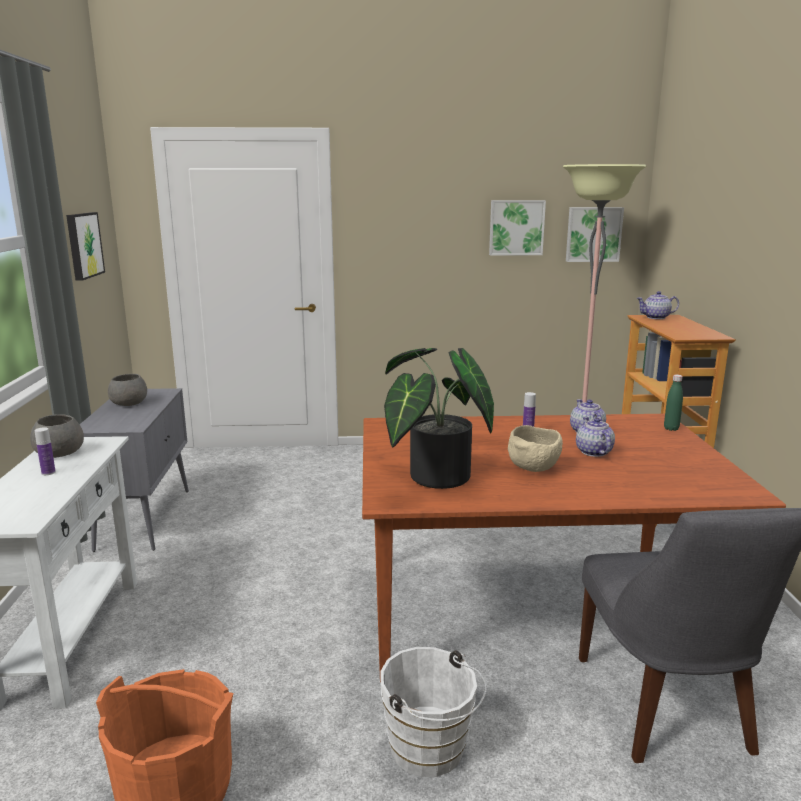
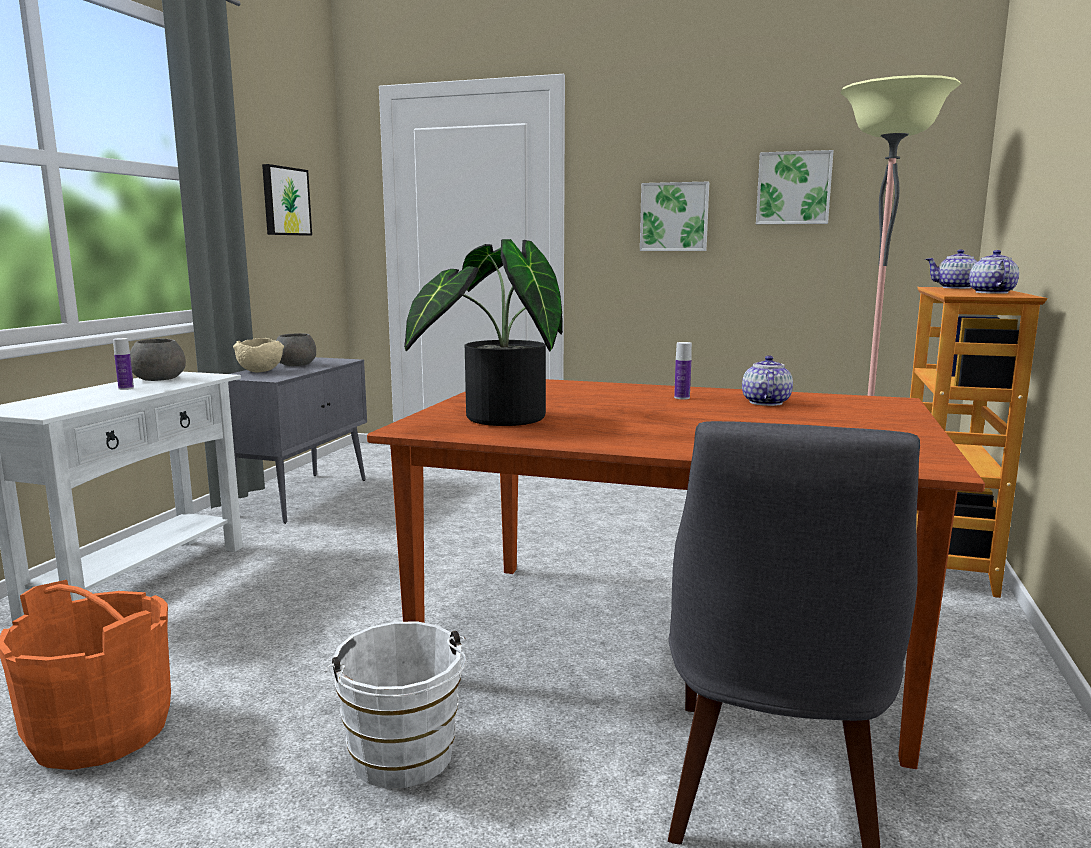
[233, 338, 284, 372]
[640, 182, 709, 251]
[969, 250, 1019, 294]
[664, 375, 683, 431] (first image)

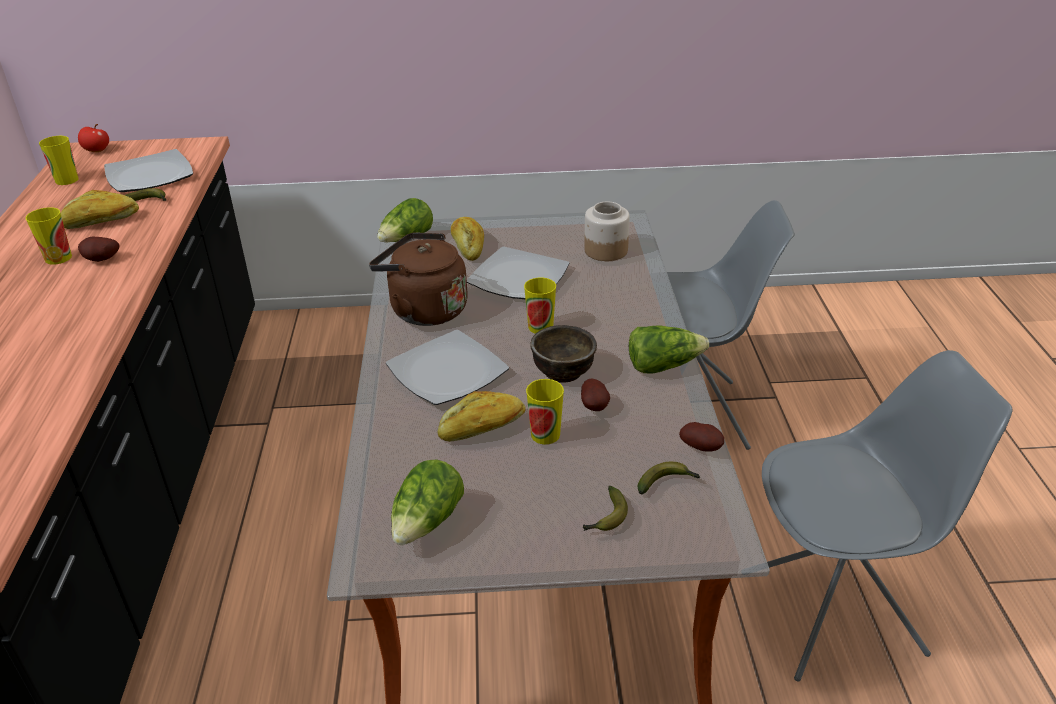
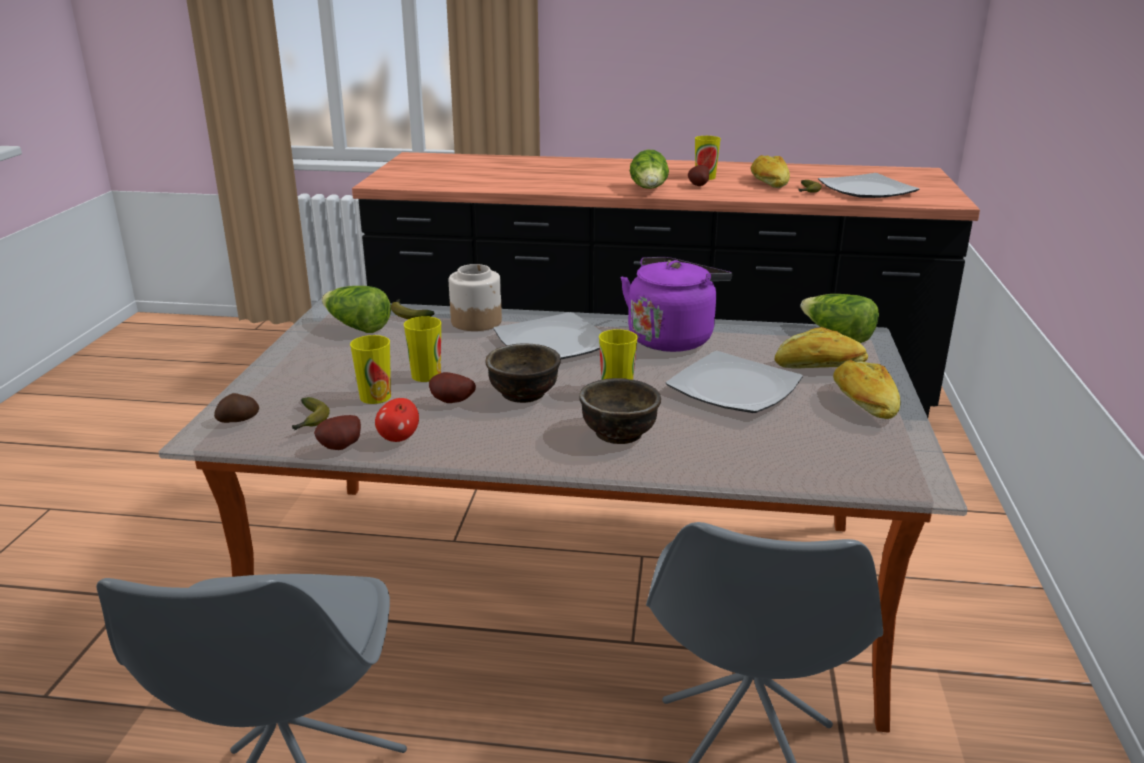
[214, 393, 259, 423]
[350, 335, 391, 404]
[375, 398, 419, 442]
[391, 299, 434, 319]
[449, 264, 502, 331]
[579, 378, 661, 444]
[621, 257, 732, 352]
[630, 150, 669, 189]
[833, 360, 901, 419]

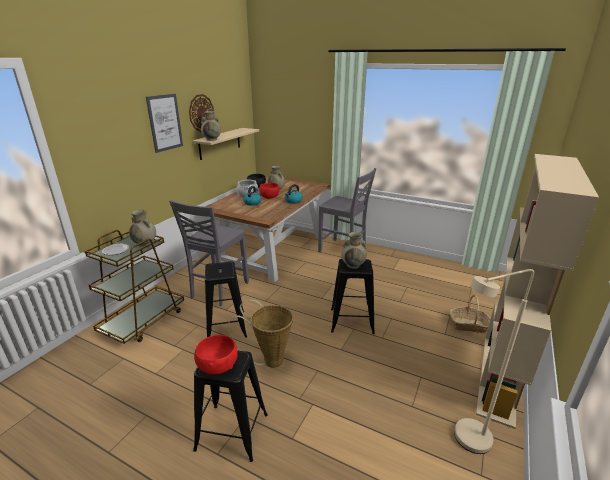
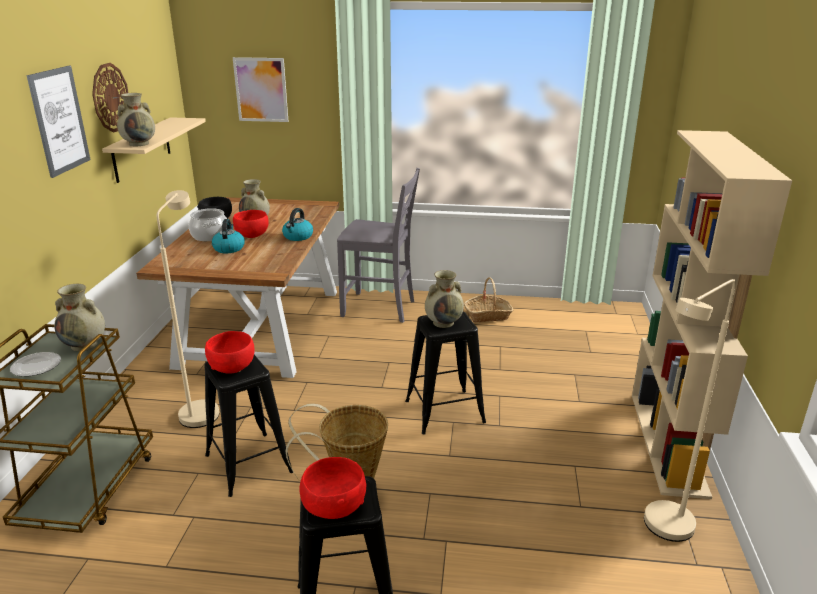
[157, 190, 219, 428]
[205, 331, 254, 374]
[233, 57, 289, 122]
[464, 277, 513, 322]

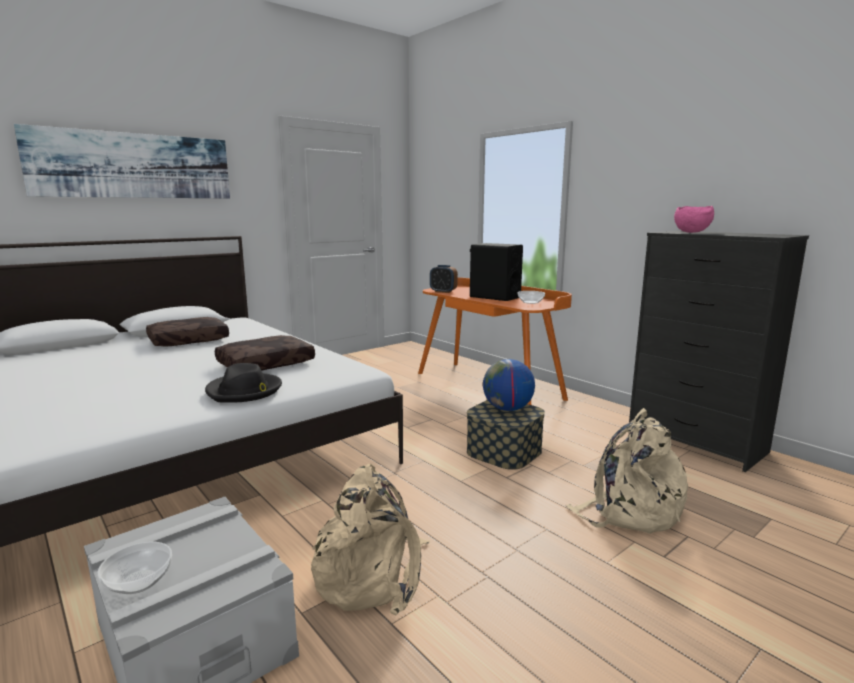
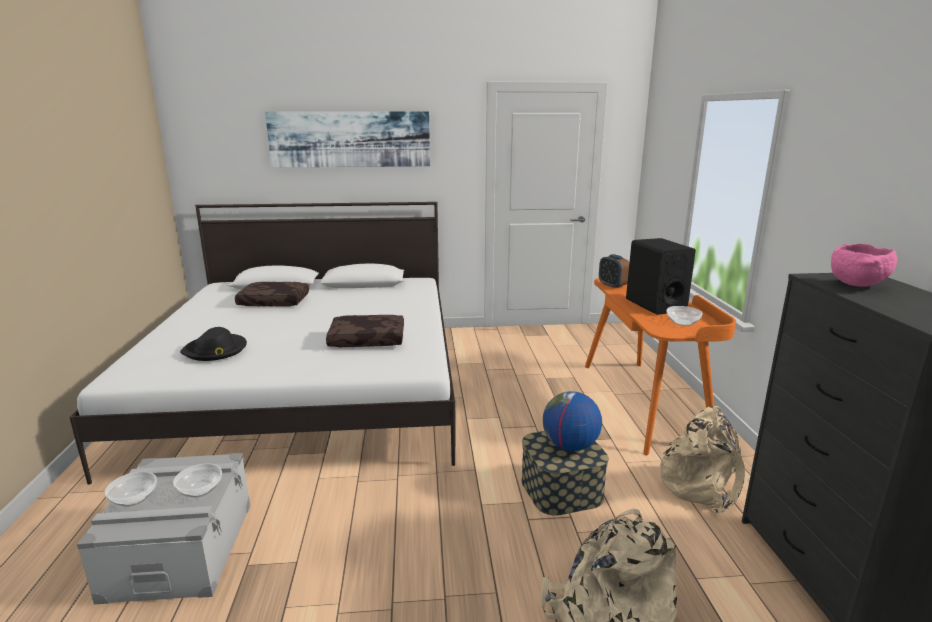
[173, 463, 222, 498]
[180, 327, 247, 361]
[235, 282, 309, 307]
[660, 406, 751, 514]

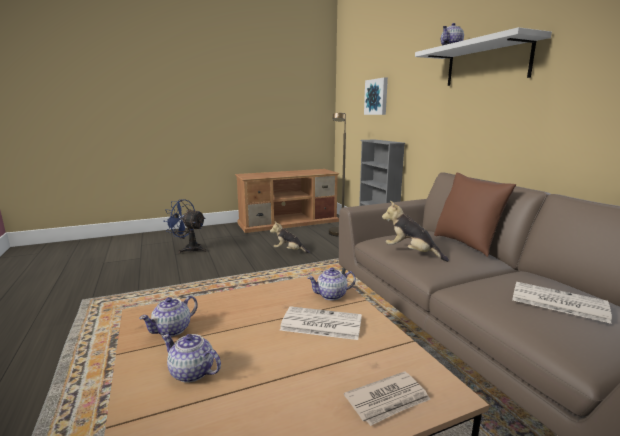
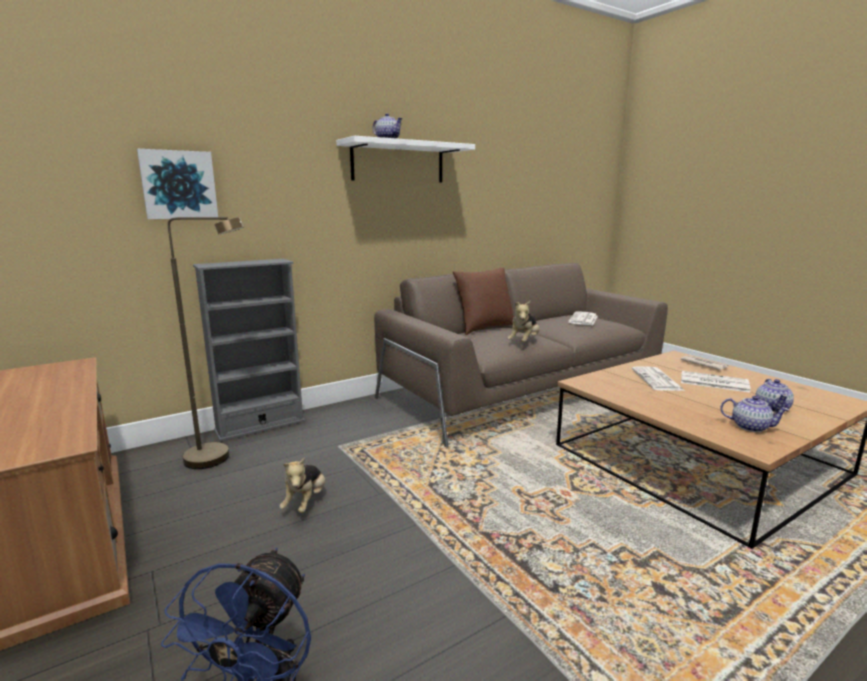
[681, 371, 750, 393]
[307, 267, 356, 300] (first image)

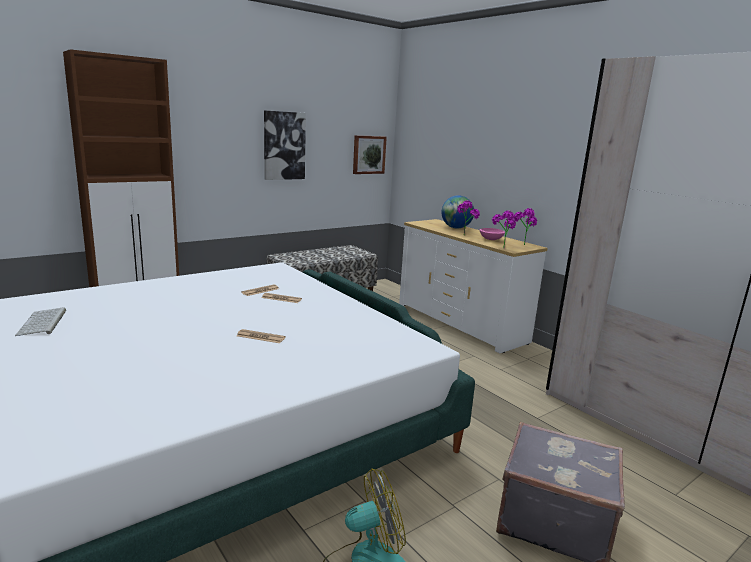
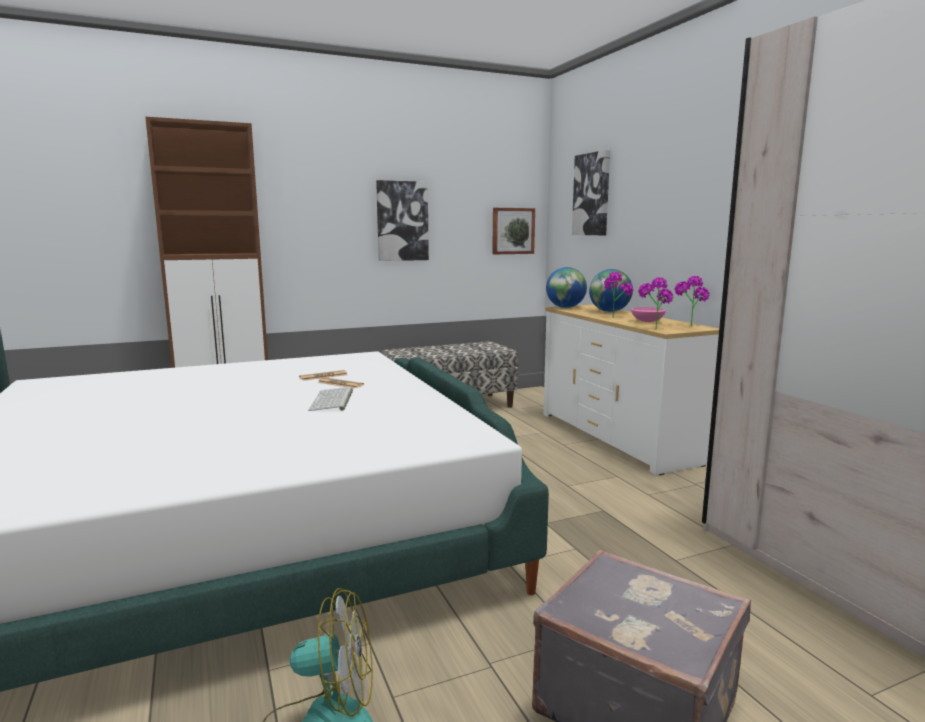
[308, 387, 353, 411]
[546, 267, 587, 308]
[572, 150, 610, 235]
[237, 329, 285, 343] (first image)

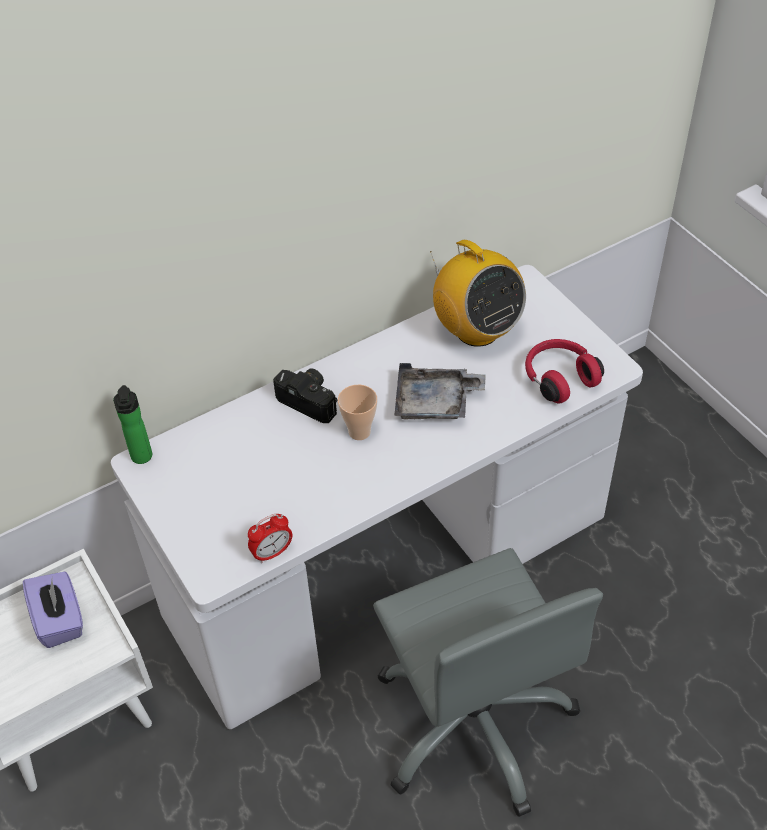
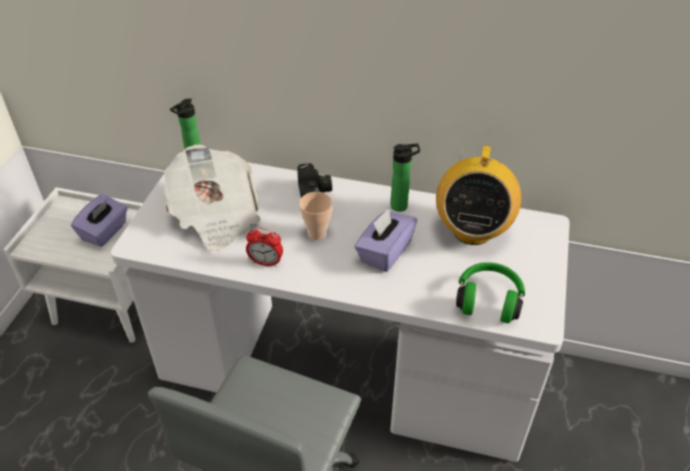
[164, 144, 261, 251]
[246, 227, 283, 267]
[355, 208, 417, 272]
[390, 144, 420, 212]
[456, 262, 525, 323]

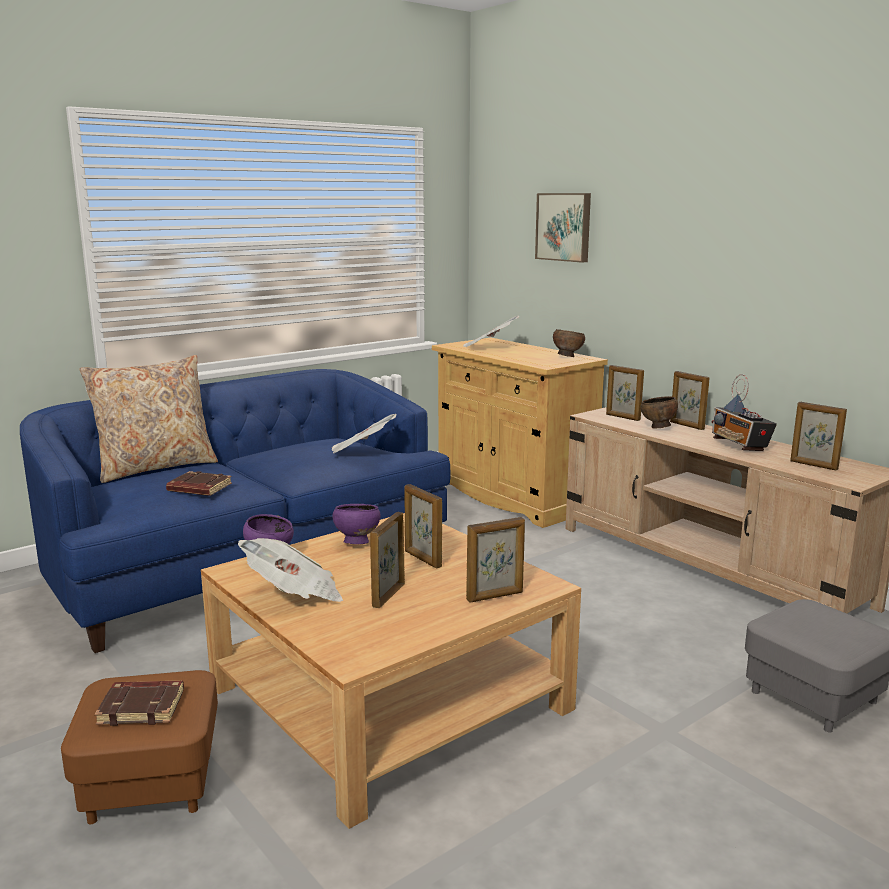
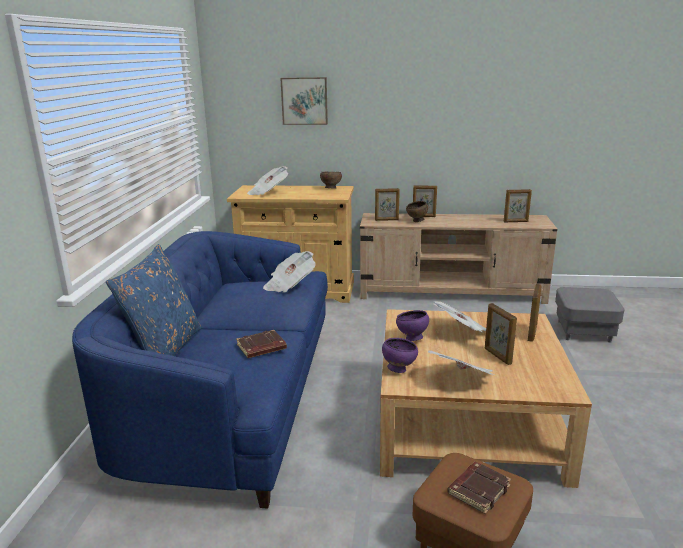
[106, 244, 202, 356]
[432, 301, 486, 333]
[711, 374, 777, 451] (first image)

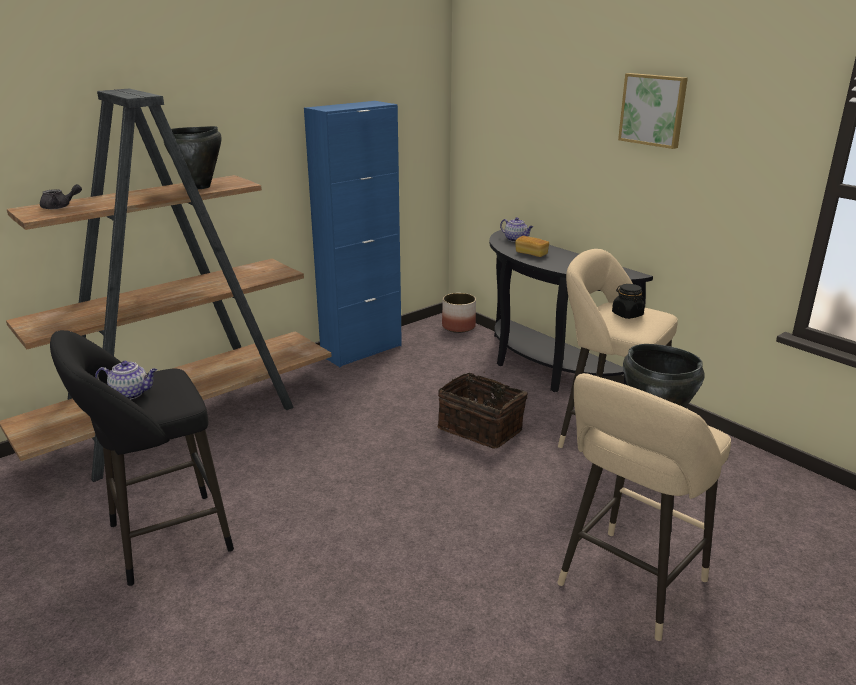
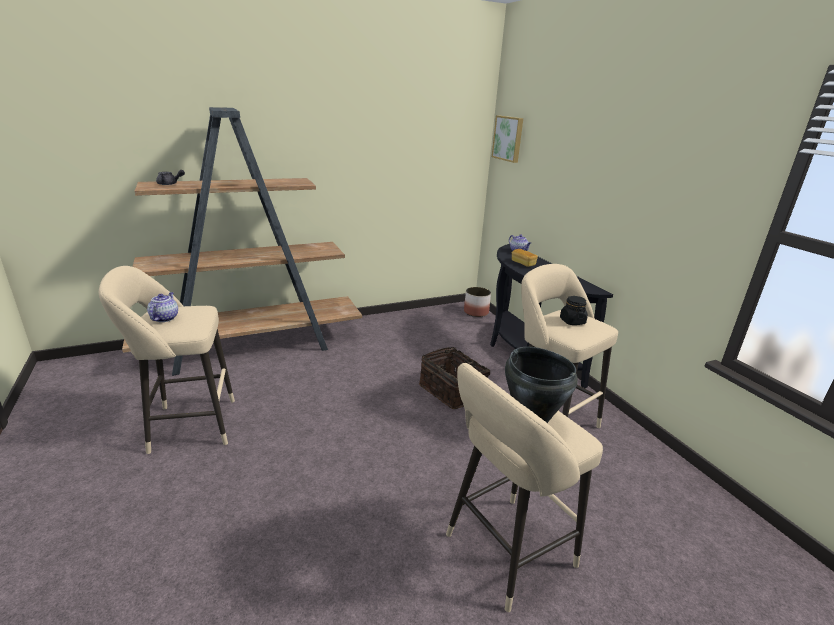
[99, 266, 235, 454]
[147, 292, 178, 322]
[492, 116, 523, 163]
[164, 126, 222, 189] (first image)
[304, 101, 402, 367] (first image)

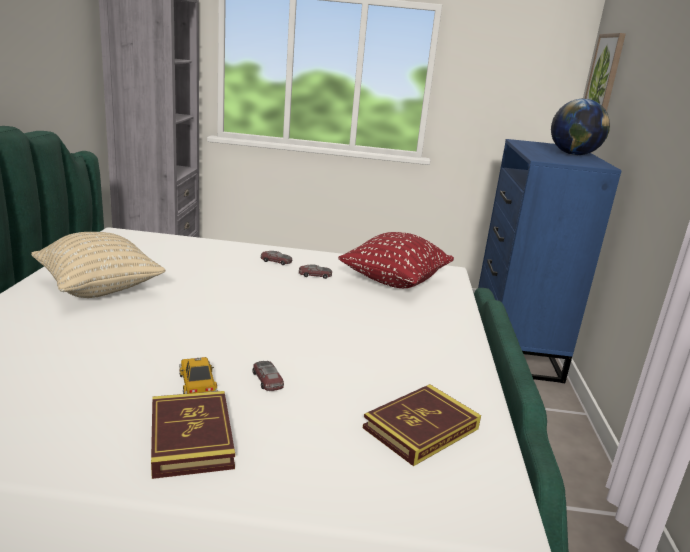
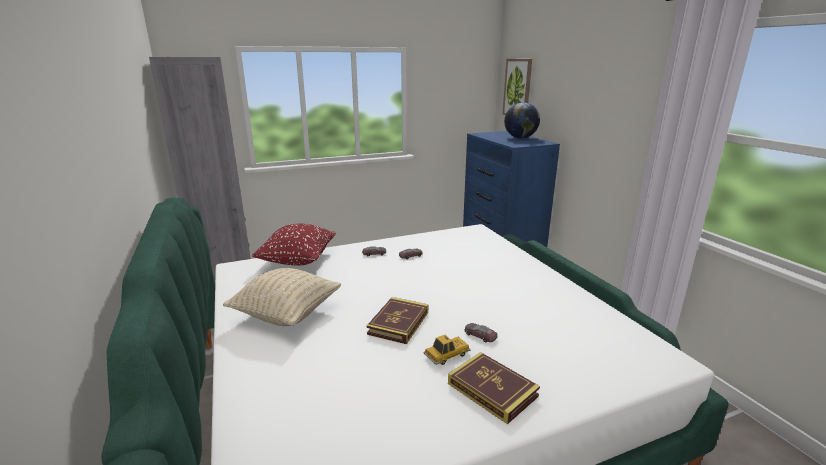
[252, 223, 336, 266]
[367, 297, 428, 344]
[424, 335, 470, 365]

